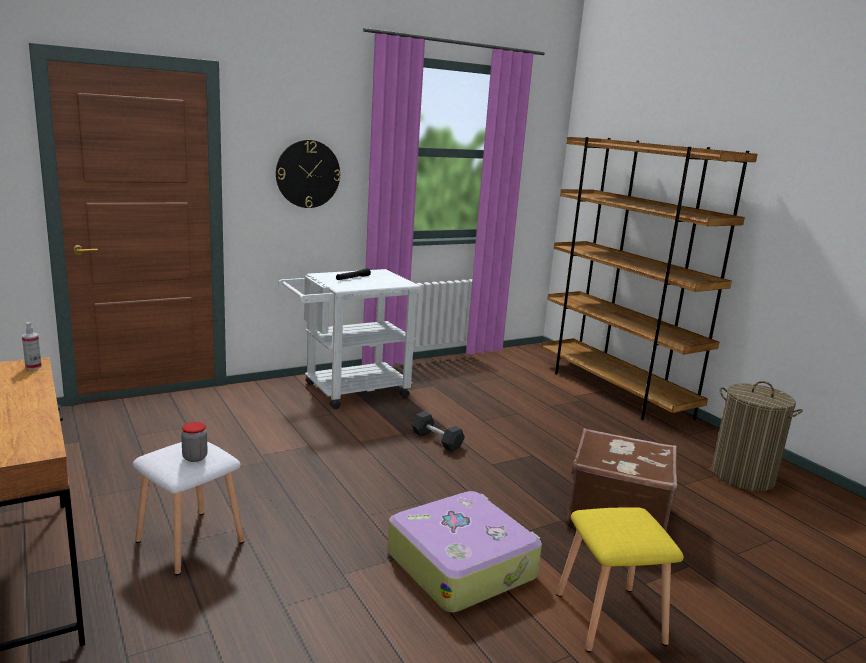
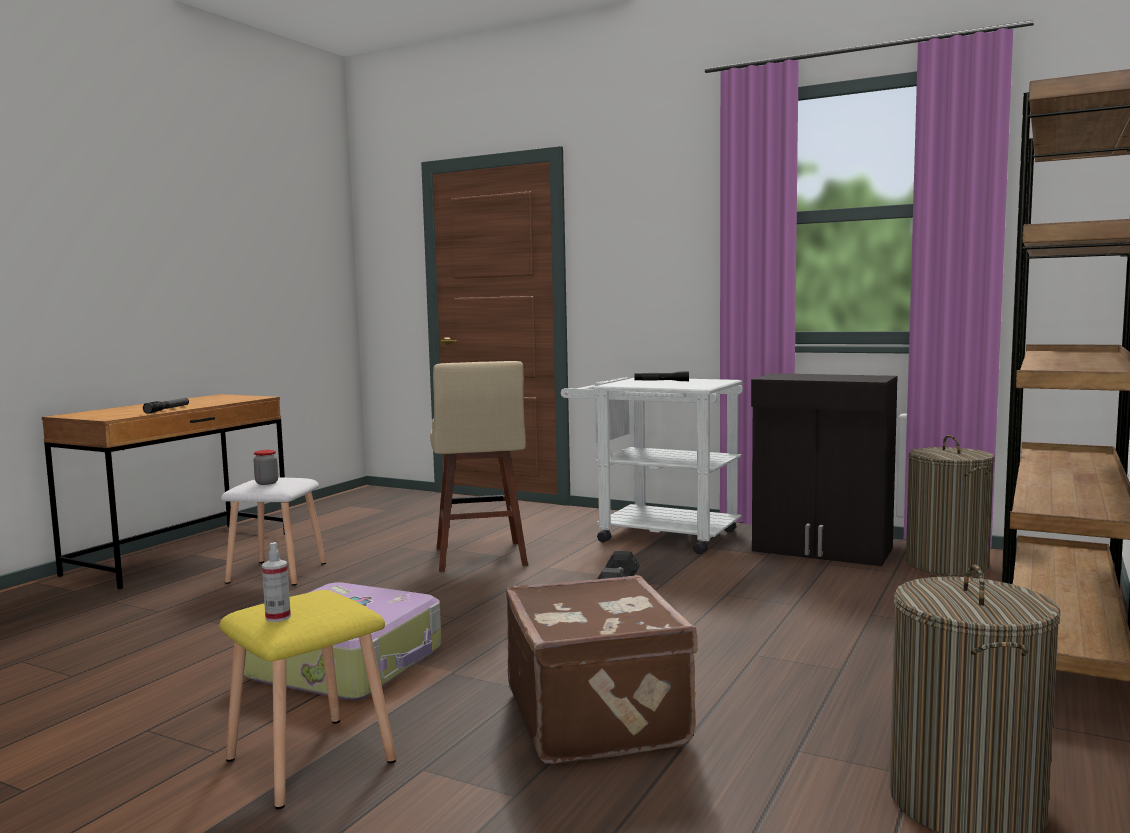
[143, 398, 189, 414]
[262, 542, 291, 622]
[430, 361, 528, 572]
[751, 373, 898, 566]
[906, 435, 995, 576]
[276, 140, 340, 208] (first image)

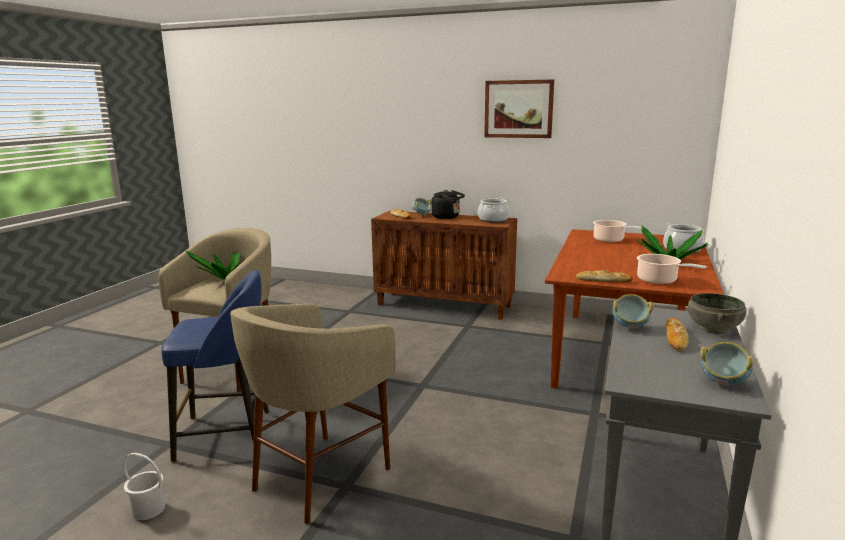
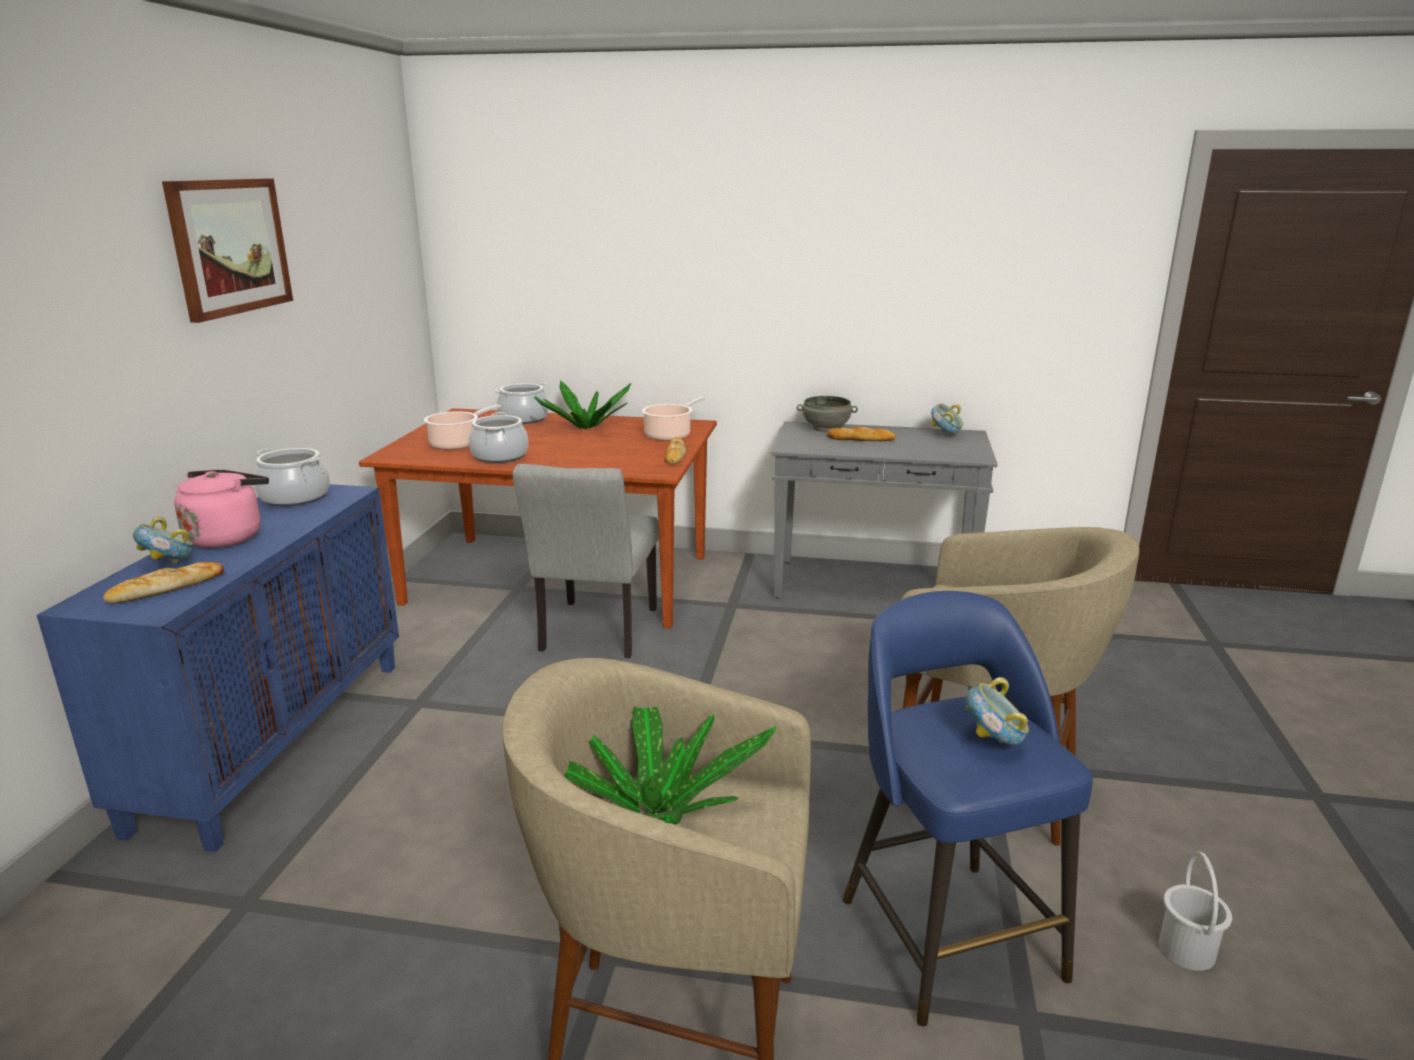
[37, 484, 399, 853]
[174, 469, 269, 548]
[469, 412, 528, 463]
[513, 464, 659, 658]
[966, 677, 1029, 745]

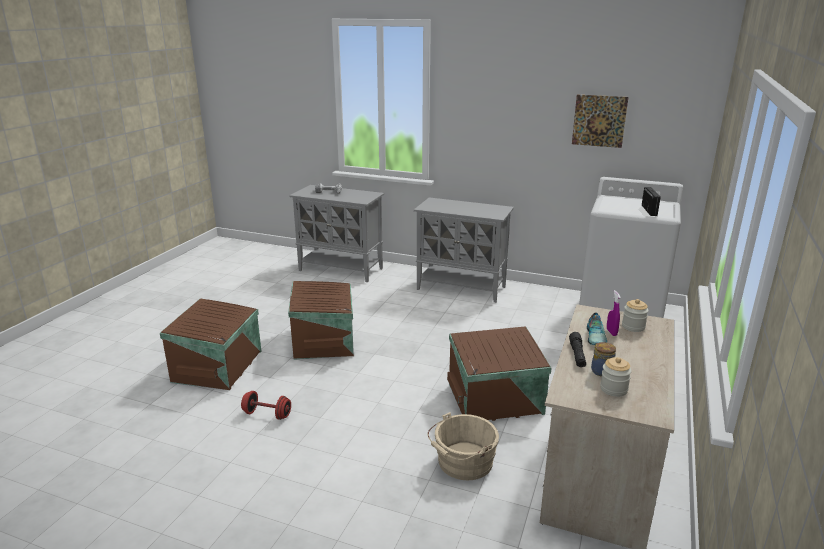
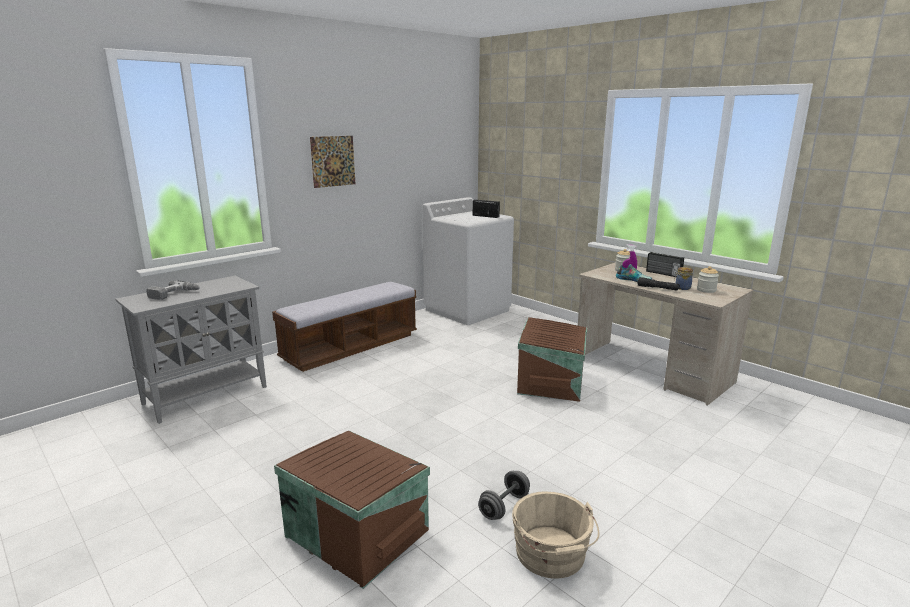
[272, 282, 417, 372]
[310, 136, 355, 188]
[478, 471, 530, 520]
[512, 491, 600, 579]
[646, 252, 684, 277]
[288, 281, 354, 360] (first image)

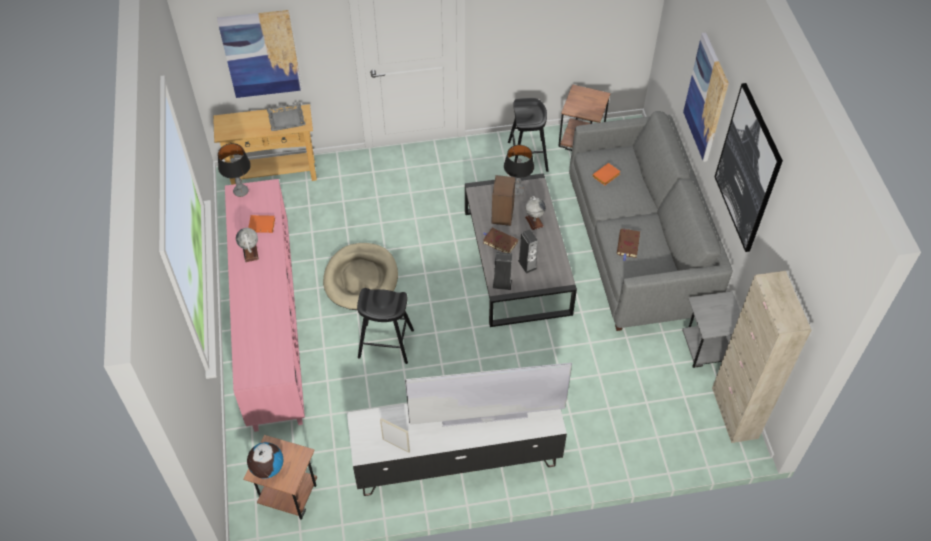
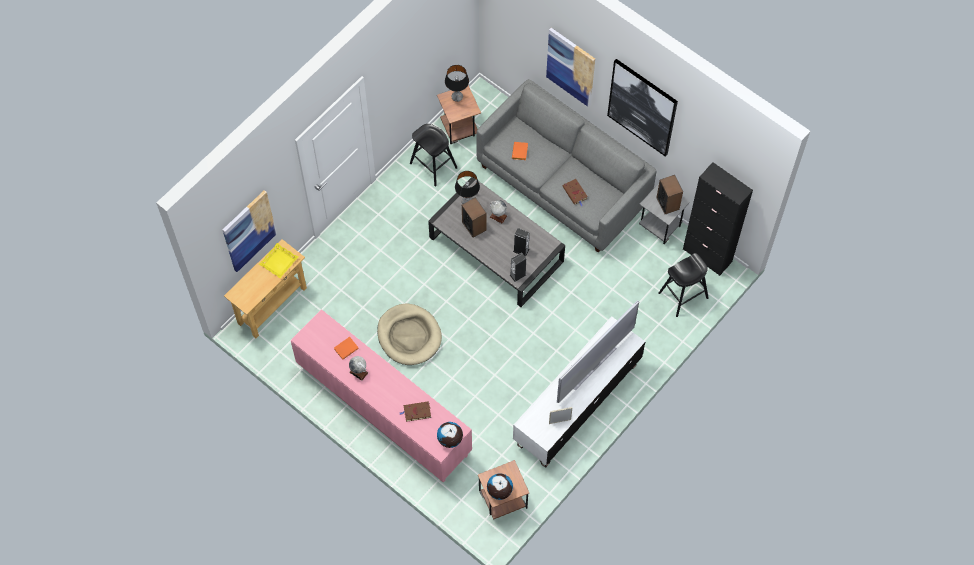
[259, 243, 298, 278]
[400, 401, 431, 422]
[437, 422, 463, 448]
[445, 65, 469, 102]
[656, 175, 683, 214]
[658, 253, 708, 317]
[683, 162, 753, 276]

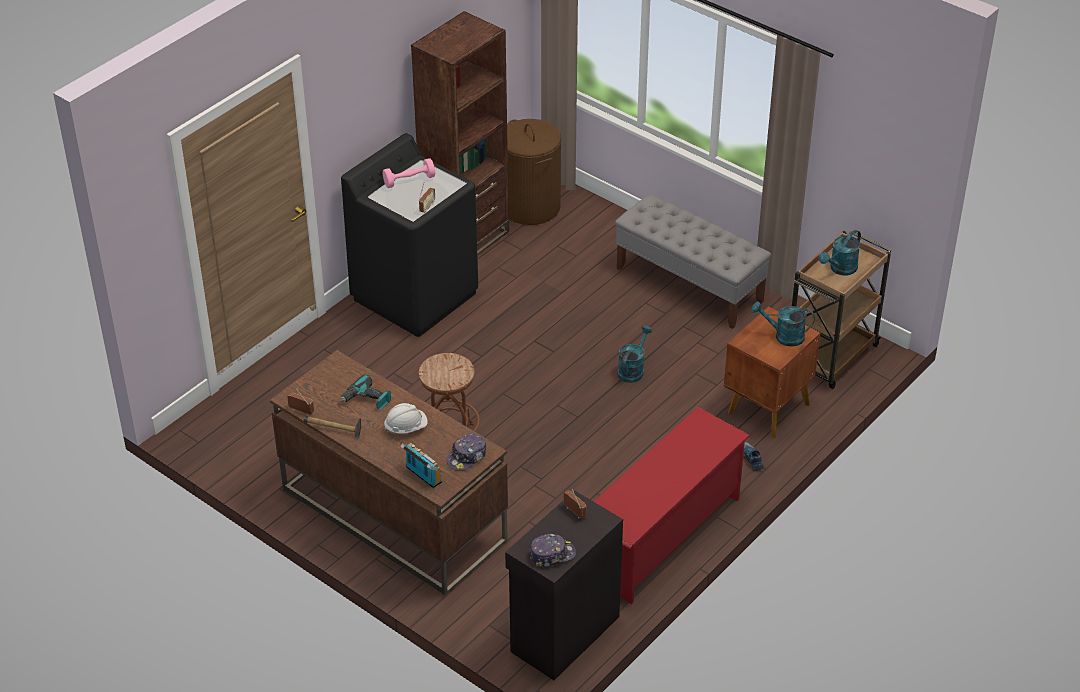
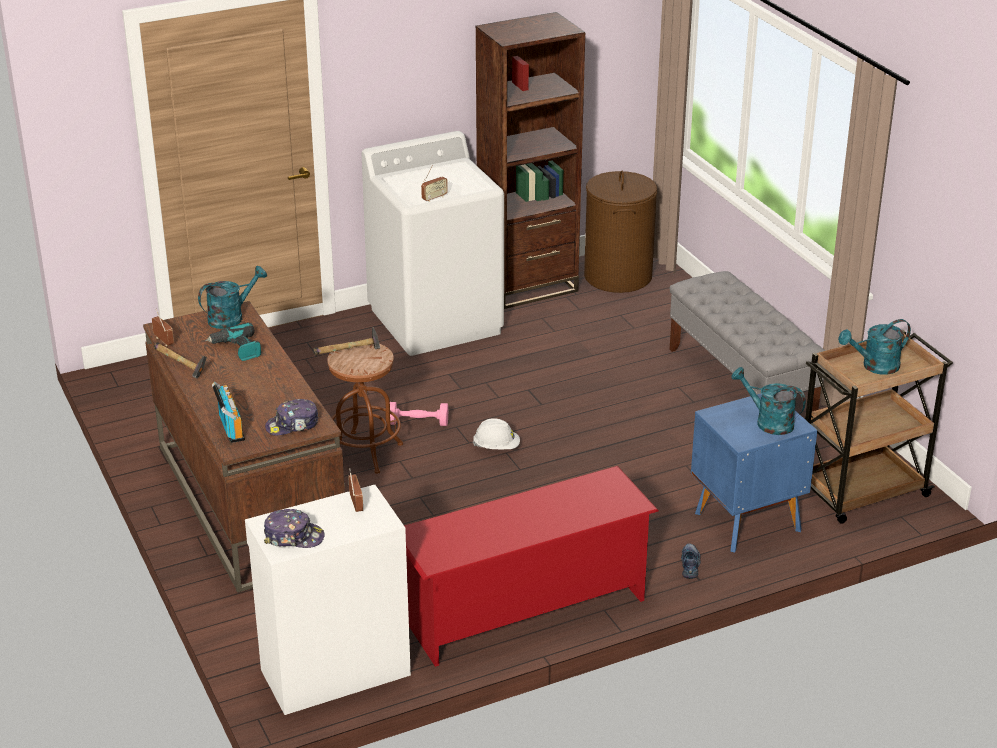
[198, 266, 267, 329]
[245, 485, 411, 715]
[313, 327, 380, 355]
[361, 131, 504, 356]
[390, 402, 448, 426]
[473, 418, 520, 449]
[691, 393, 817, 553]

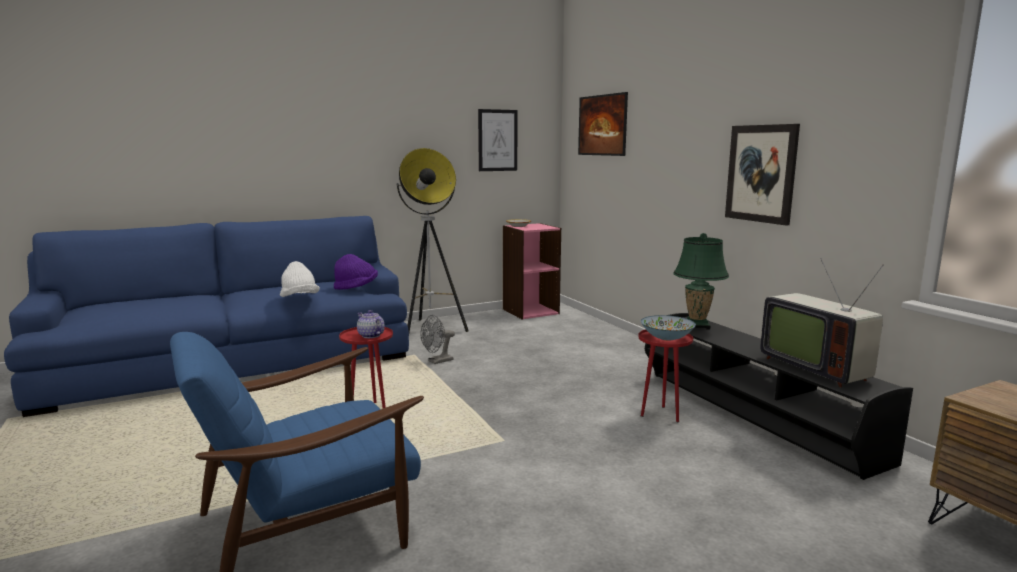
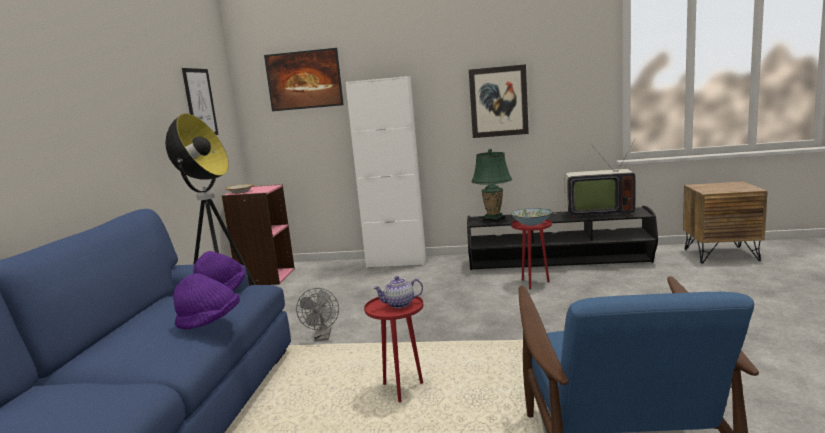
[173, 273, 240, 329]
[345, 76, 426, 268]

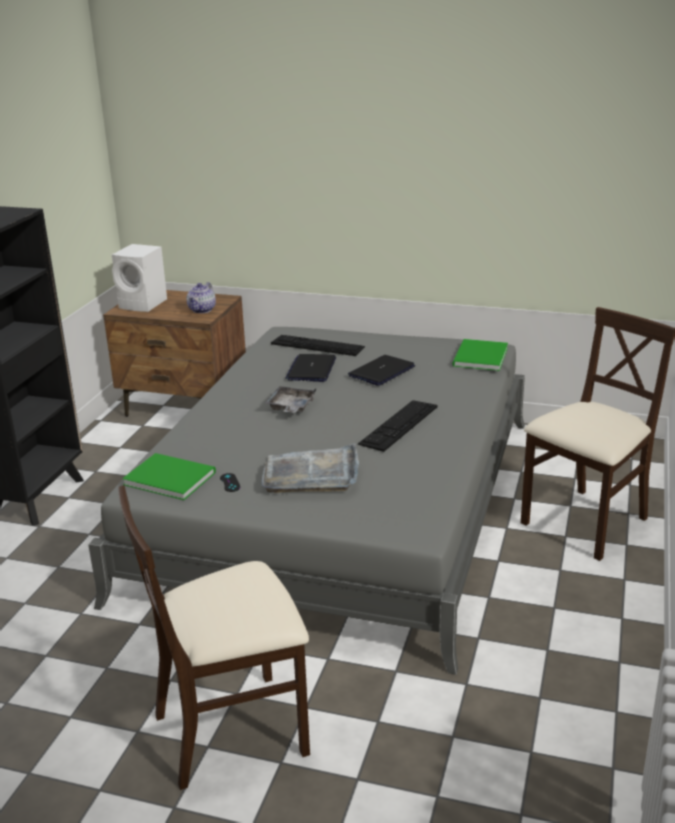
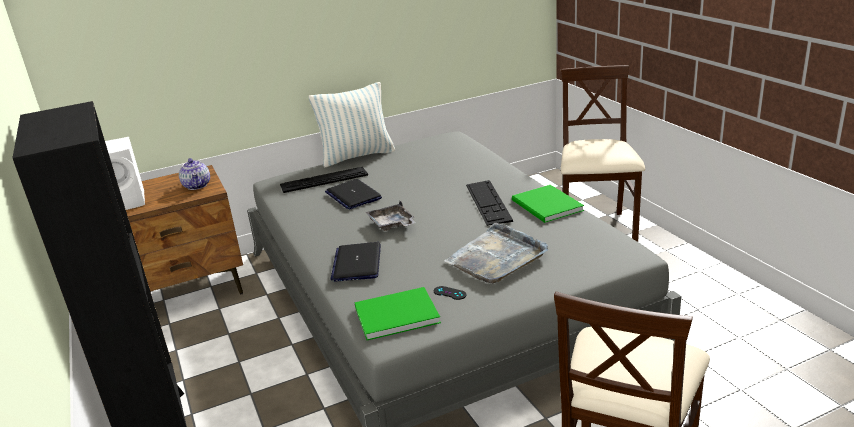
[309, 82, 395, 168]
[331, 242, 381, 282]
[512, 185, 584, 223]

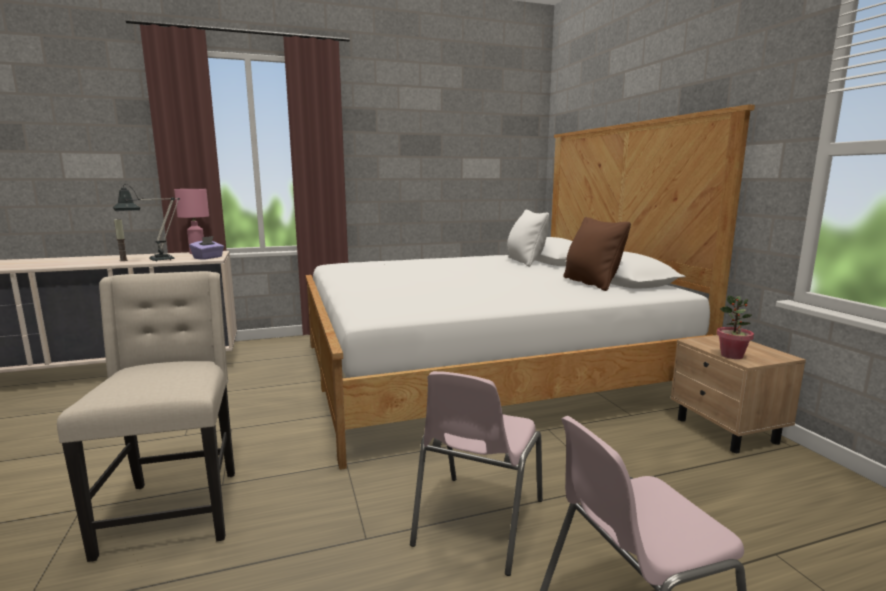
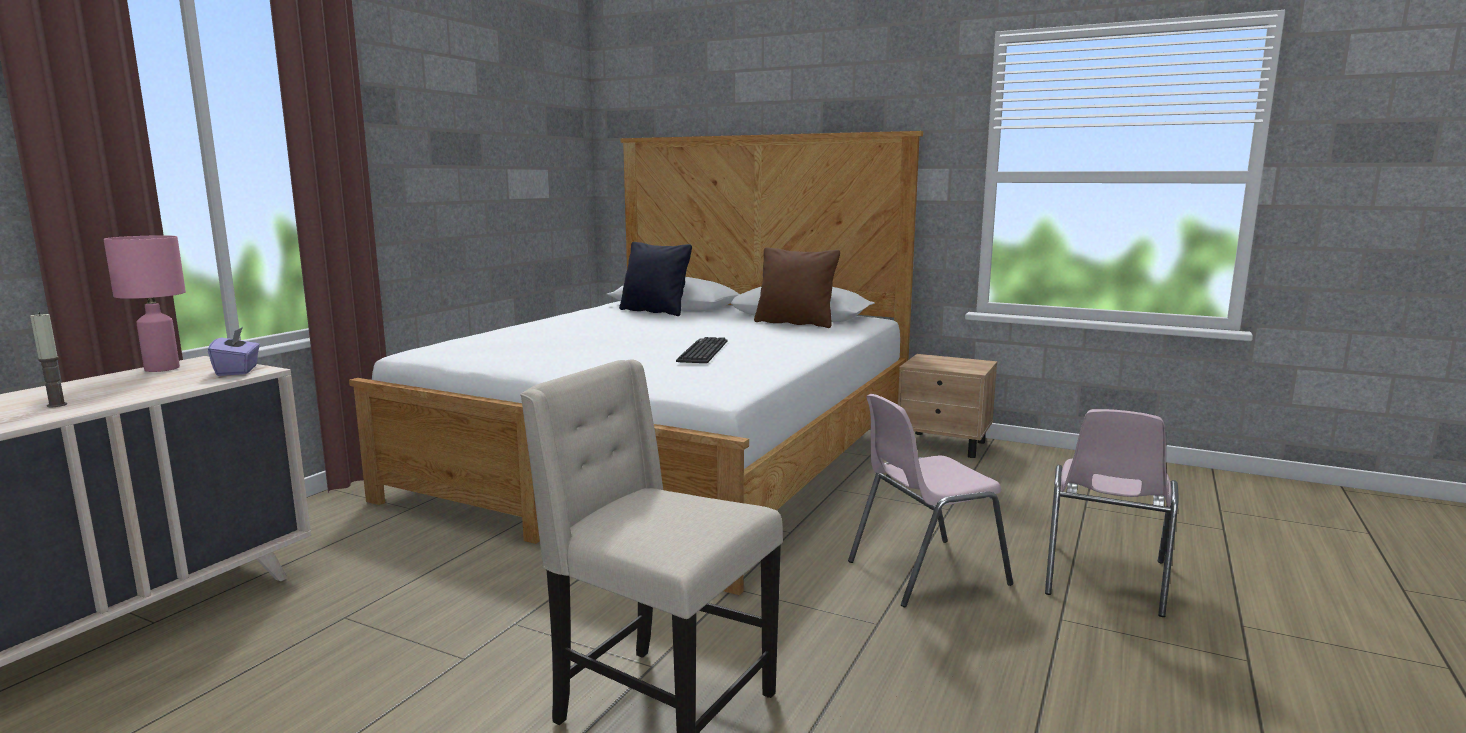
[619, 242, 692, 316]
[676, 337, 728, 363]
[848, 394, 1013, 607]
[113, 184, 180, 262] (first image)
[717, 295, 754, 359] (first image)

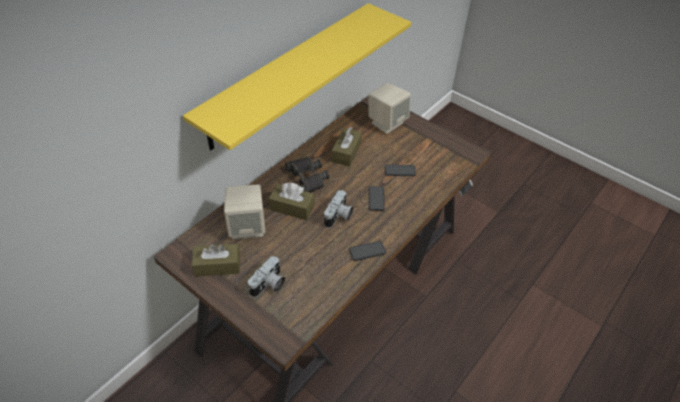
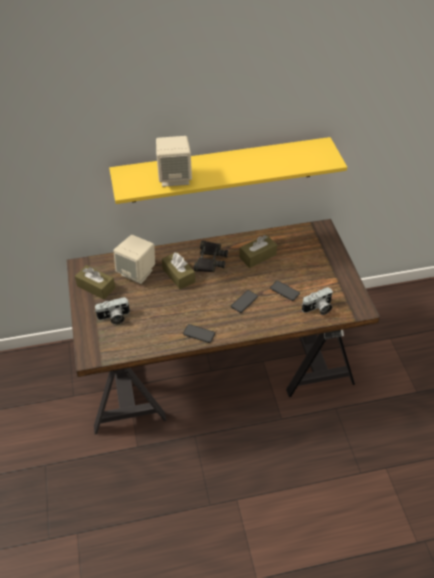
[156, 136, 192, 187]
[302, 287, 333, 315]

